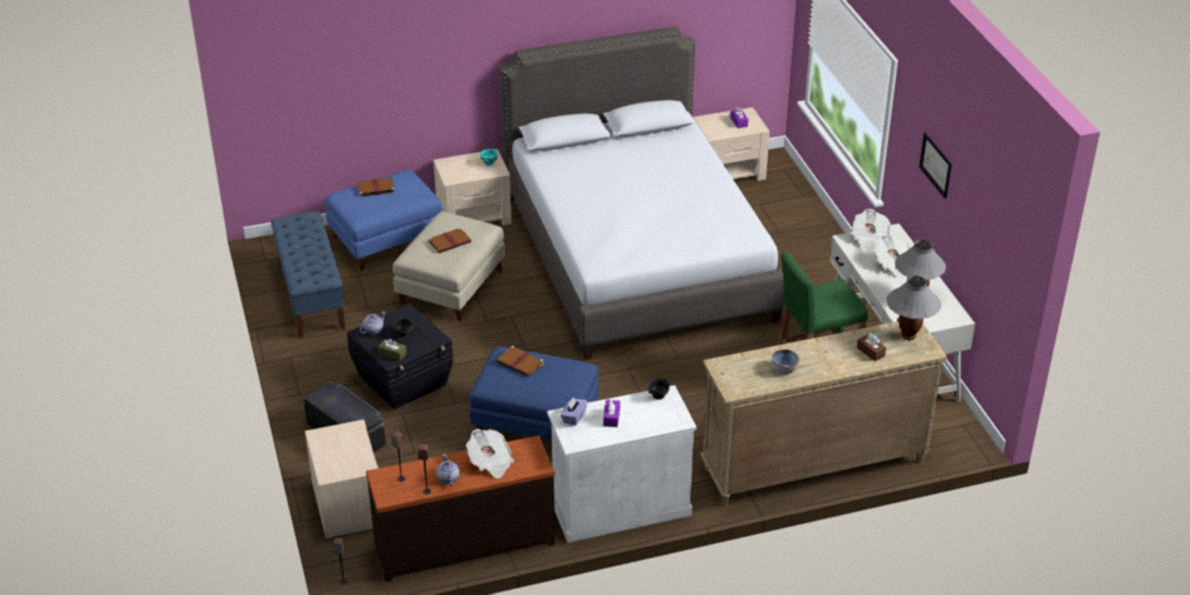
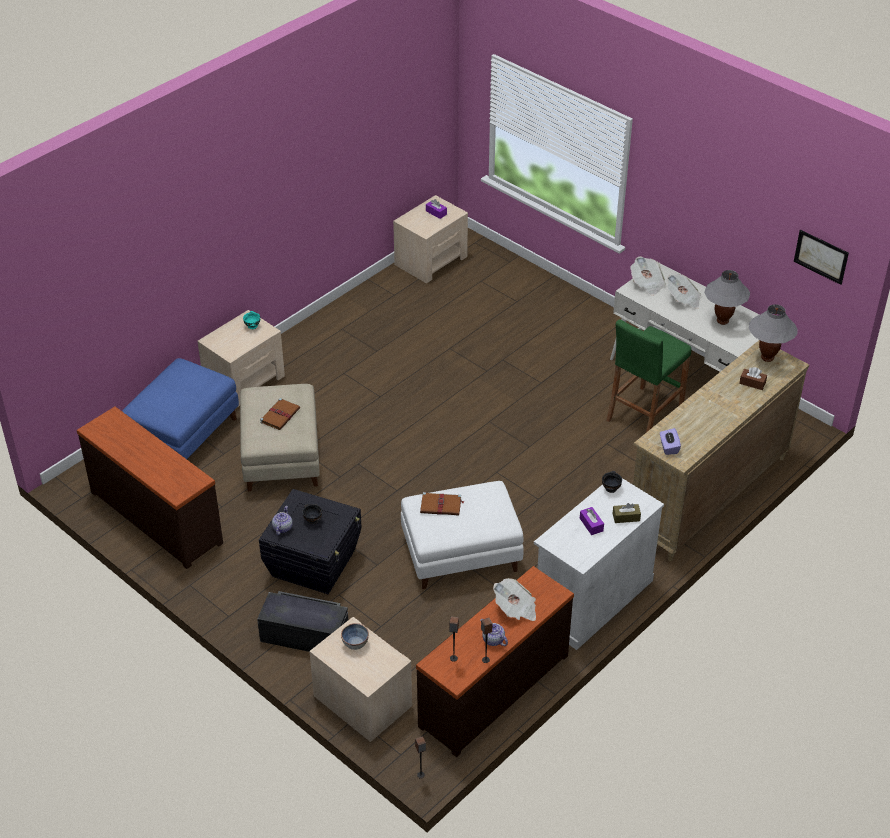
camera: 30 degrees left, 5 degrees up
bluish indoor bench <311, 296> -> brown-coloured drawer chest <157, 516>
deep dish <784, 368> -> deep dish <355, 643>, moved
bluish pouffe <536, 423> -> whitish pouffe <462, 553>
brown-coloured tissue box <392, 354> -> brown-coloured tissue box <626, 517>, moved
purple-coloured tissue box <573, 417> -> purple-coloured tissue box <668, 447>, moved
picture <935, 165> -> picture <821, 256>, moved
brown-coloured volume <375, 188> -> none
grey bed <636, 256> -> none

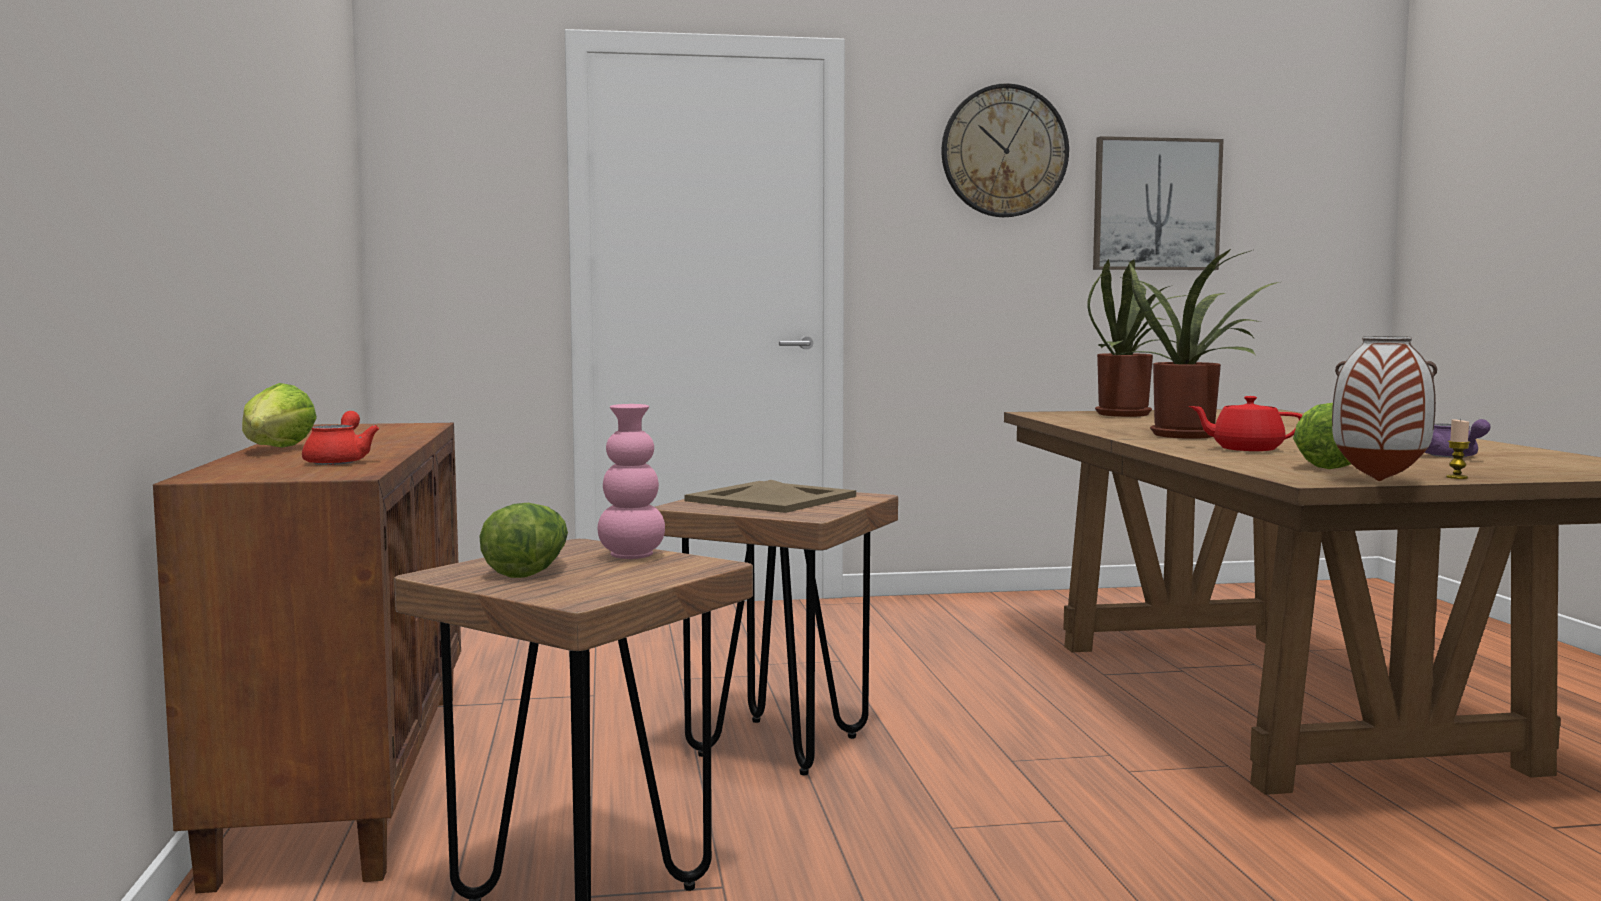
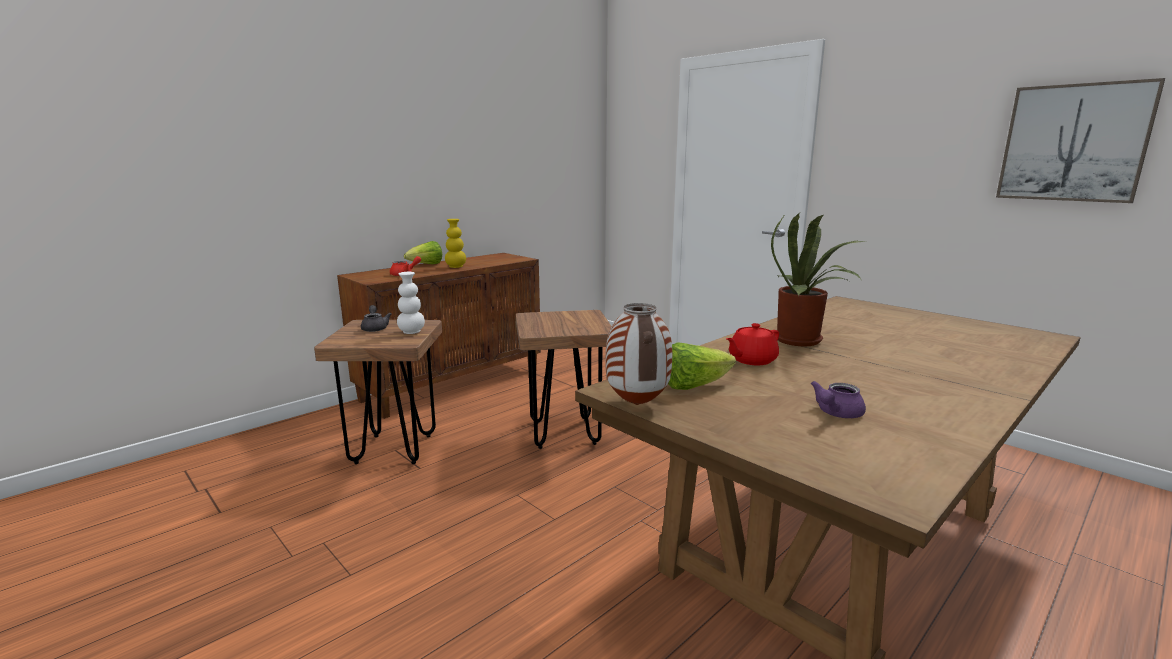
camera: 55 degrees right, 10 degrees up
head of lettuce <528, 570> -> grey teapot <375, 328>
pink-coloured decorative vase <631, 556> -> whitish decorative vase <411, 332>
none -> yellowish decorative vase <456, 267>
red teapot <1246, 449> -> red teapot <751, 360>, 105 degrees counterclockwise
beige-coloured carrying tray <769, 499> -> none
wall clock <1004, 151> -> none
plant in a pot <1129, 415> -> none
wax candle <1456, 477> -> none

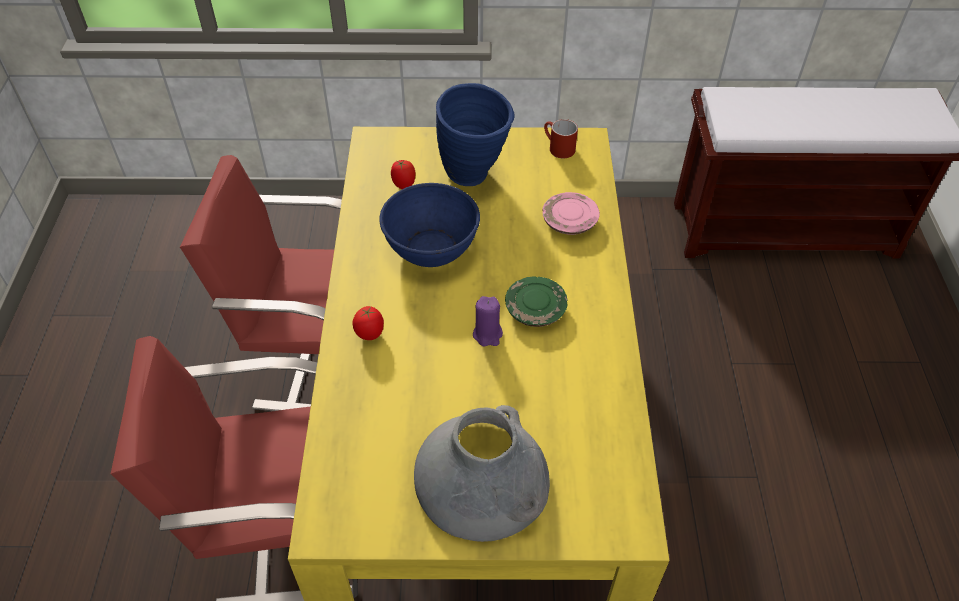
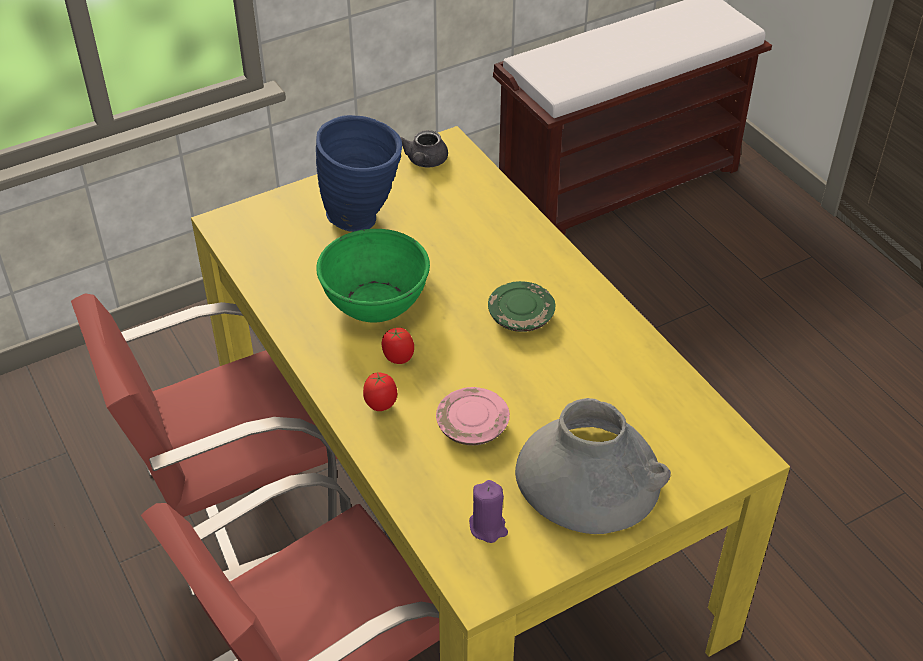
camera: 30 degrees left, 5 degrees down
bluish deep dish <431, 247> -> green deep dish <375, 302>
tomato <404, 185> -> tomato <398, 358>, moved
red coffee mug <557, 148> -> grey teapot <424, 162>
pink-coloured flat dish <569, 221> -> pink-coloured flat dish <472, 426>, moved
purple-coloured wax candle <487, 334> -> purple-coloured wax candle <488, 527>, moved

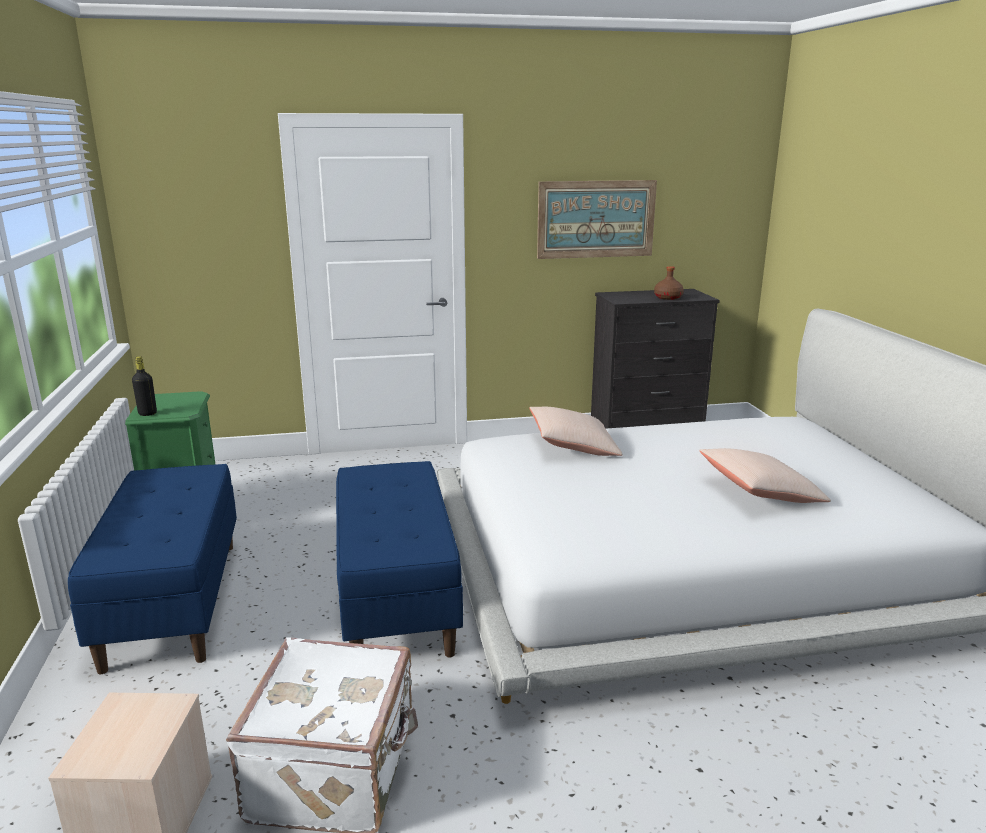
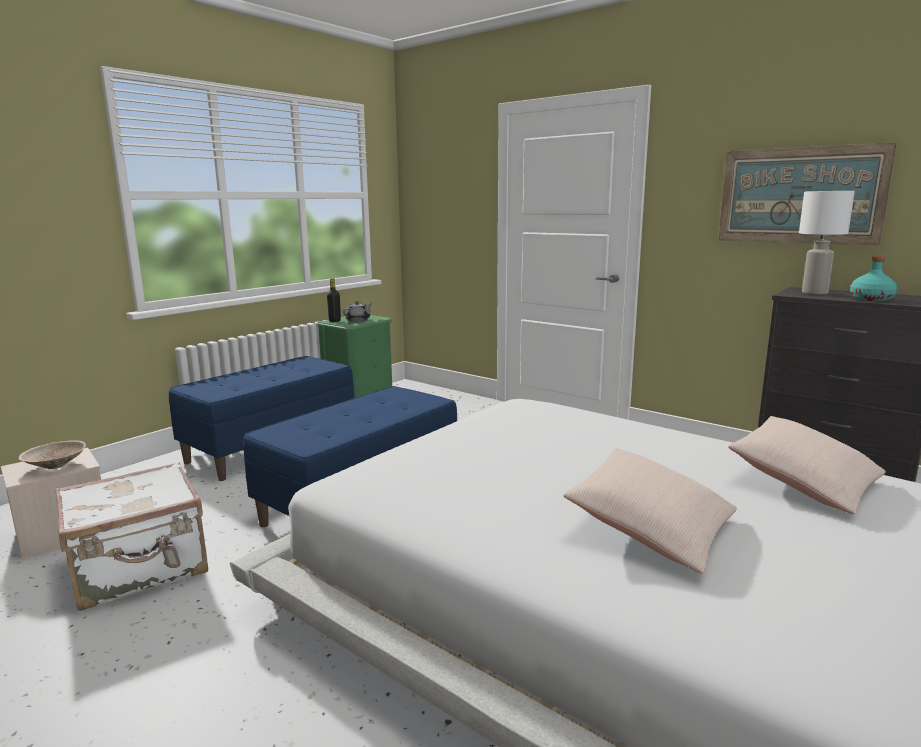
camera: 50 degrees right, 5 degrees down
none -> beige-coloured deep dish <55, 465>
none -> grey teapot <358, 320>
beige-coloured cushion <573, 446> -> beige-coloured cushion <804, 482>, moved
none -> whitish tabletop lamp <815, 293>
brown-coloured bottle <668, 297> -> blue-green bottle <871, 299>

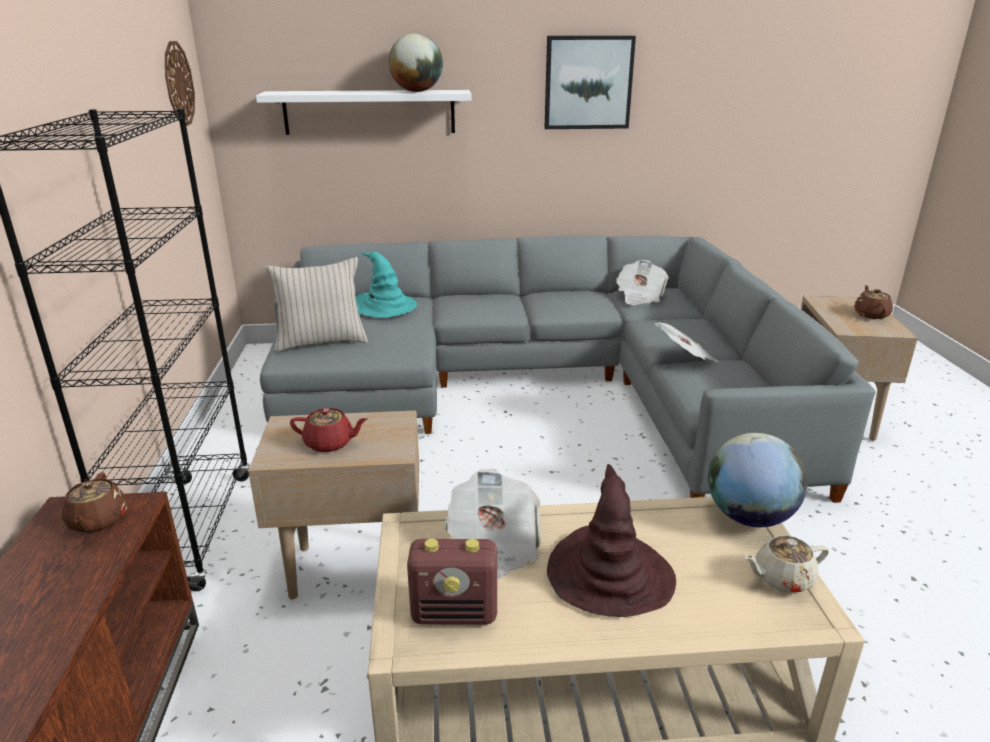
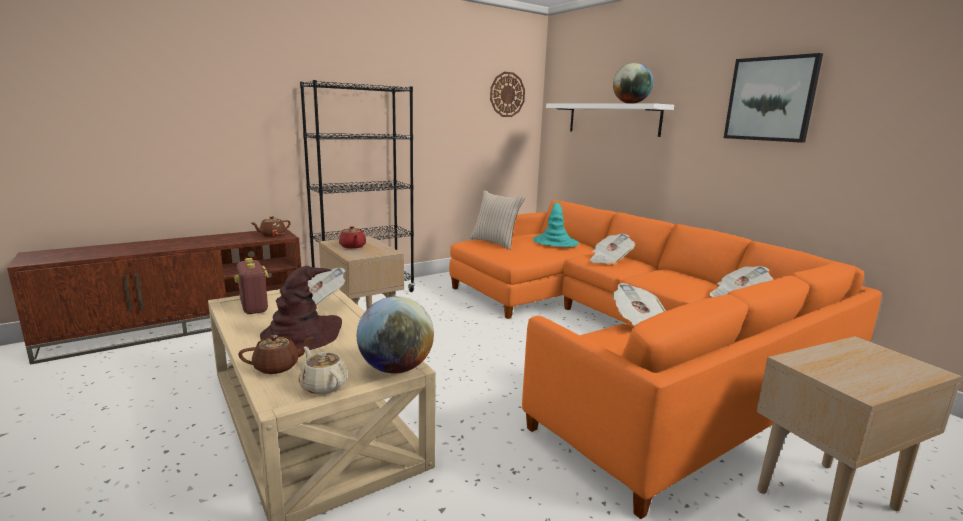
camera: 60 degrees right, 10 degrees down
brown-coloured teapot <871, 314> -> brown-coloured teapot <277, 367>, moved
grey couch <542, 386> -> orange-coloured couch <620, 337>
none -> newspaper <609, 260>

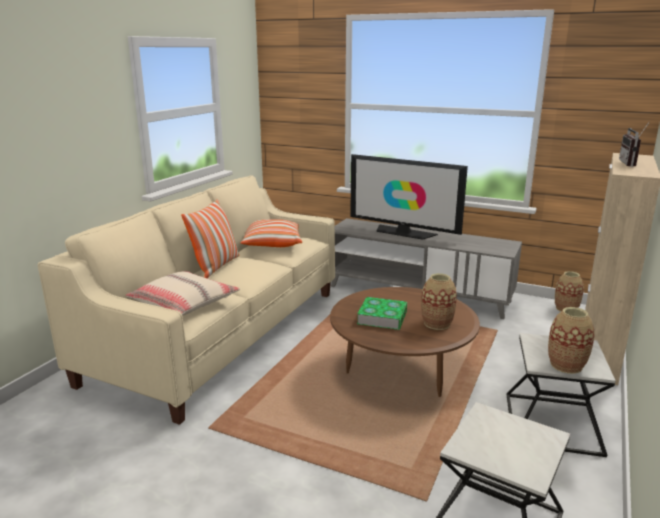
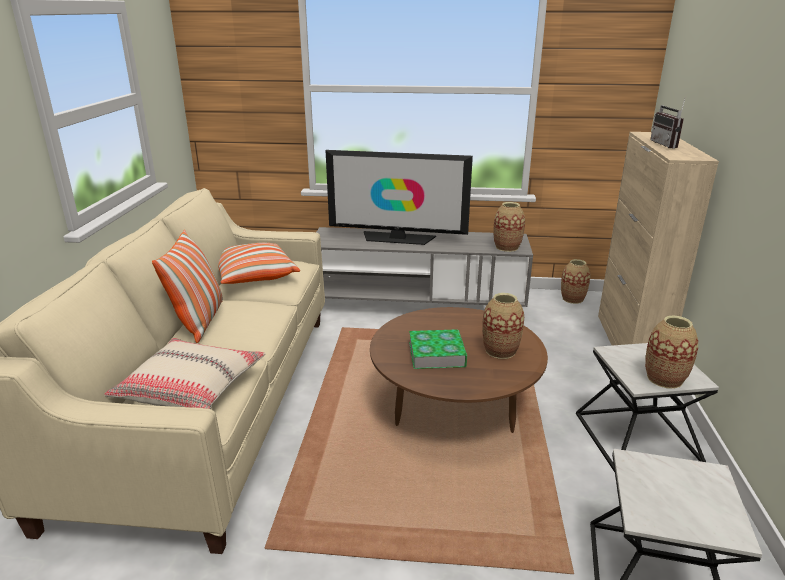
camera: 20 degrees left, 5 degrees up
none -> decorative vase <507, 247>

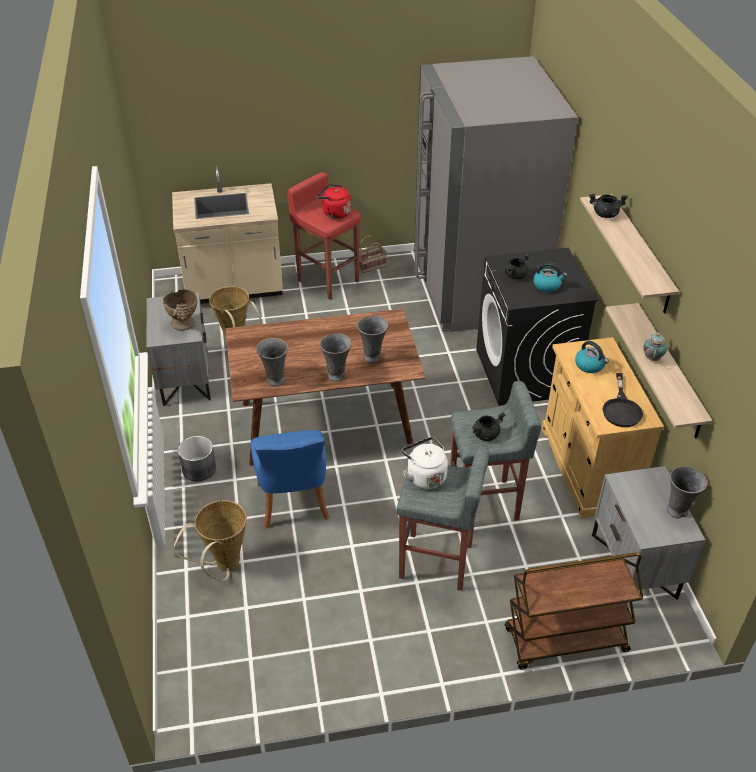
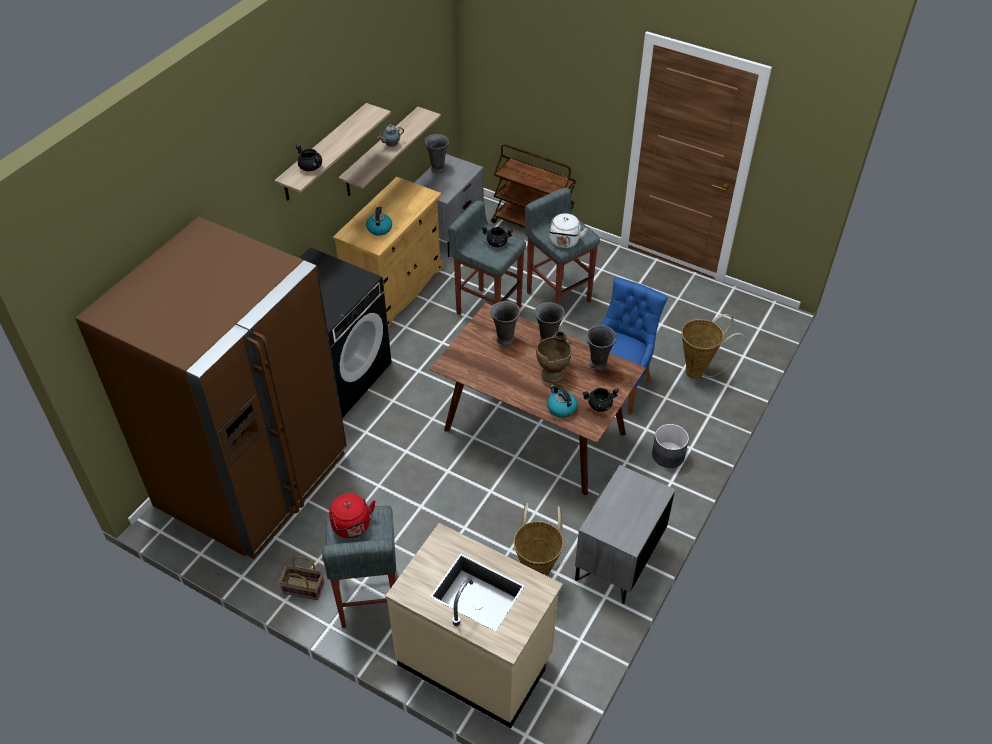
camera: 140 degrees left, 5 degrees up
grey fridge <477, 290> -> brown-coloured fridge <252, 480>
red stool <328, 280> -> grey stool <368, 599>
beige-coloured decorative vase <184, 326> -> beige-coloured decorative vase <553, 370>, moved
tea kettle <547, 285> -> tea kettle <561, 408>, moved
blackish saucepot <515, 275> -> blackish saucepot <599, 405>, moved
blackish pan <621, 409> -> none

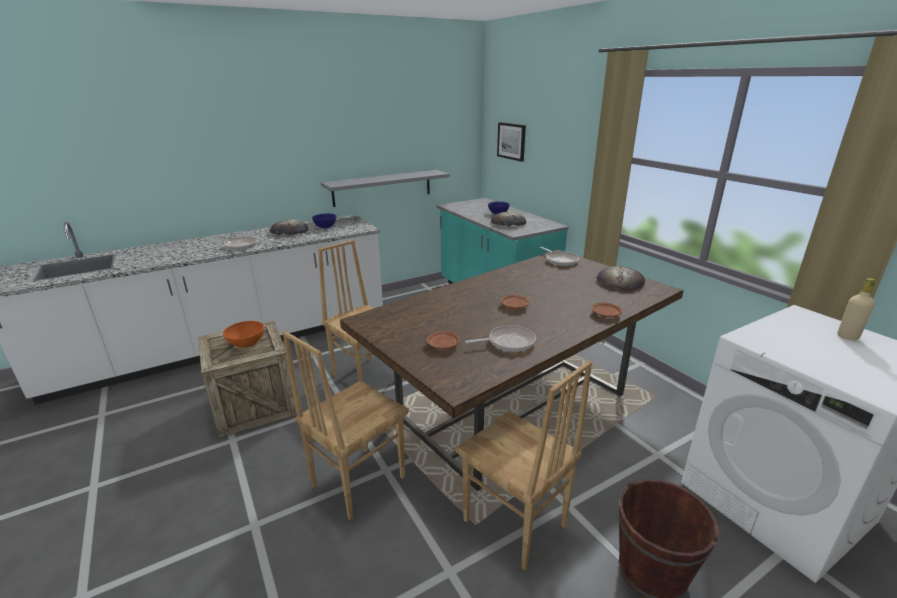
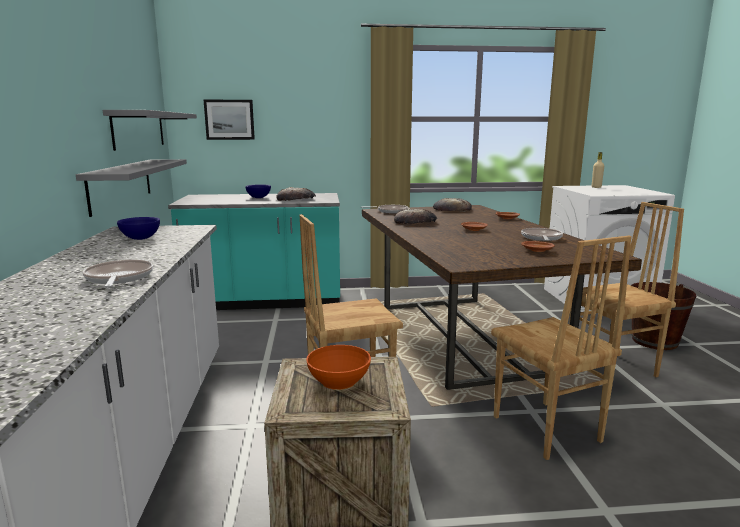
camera: 65 degrees left, 10 degrees down
none -> grey bracket shelf <139, 129>
bakery bread <289, 232> -> bakery bread <415, 222>, moved

